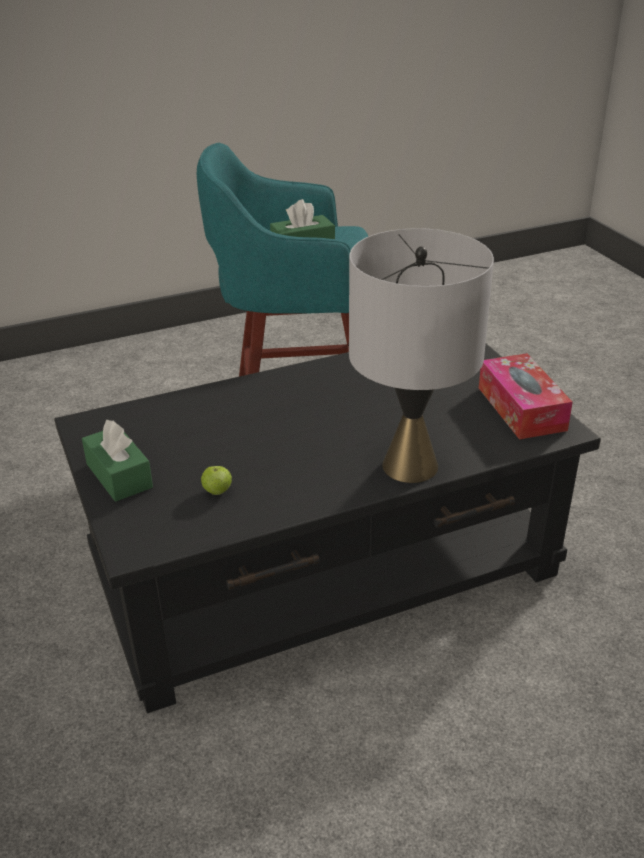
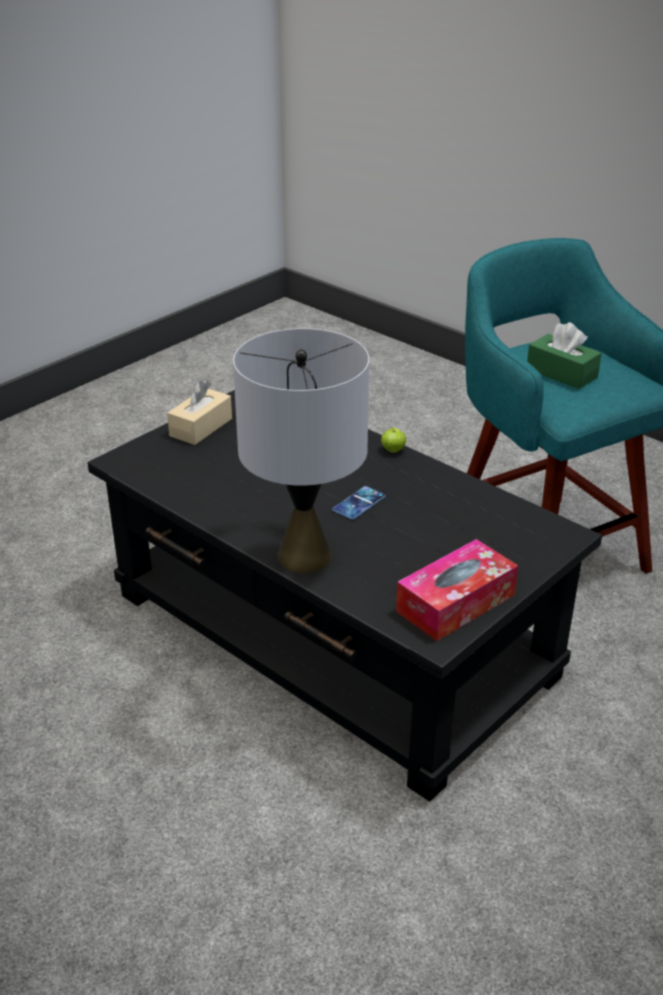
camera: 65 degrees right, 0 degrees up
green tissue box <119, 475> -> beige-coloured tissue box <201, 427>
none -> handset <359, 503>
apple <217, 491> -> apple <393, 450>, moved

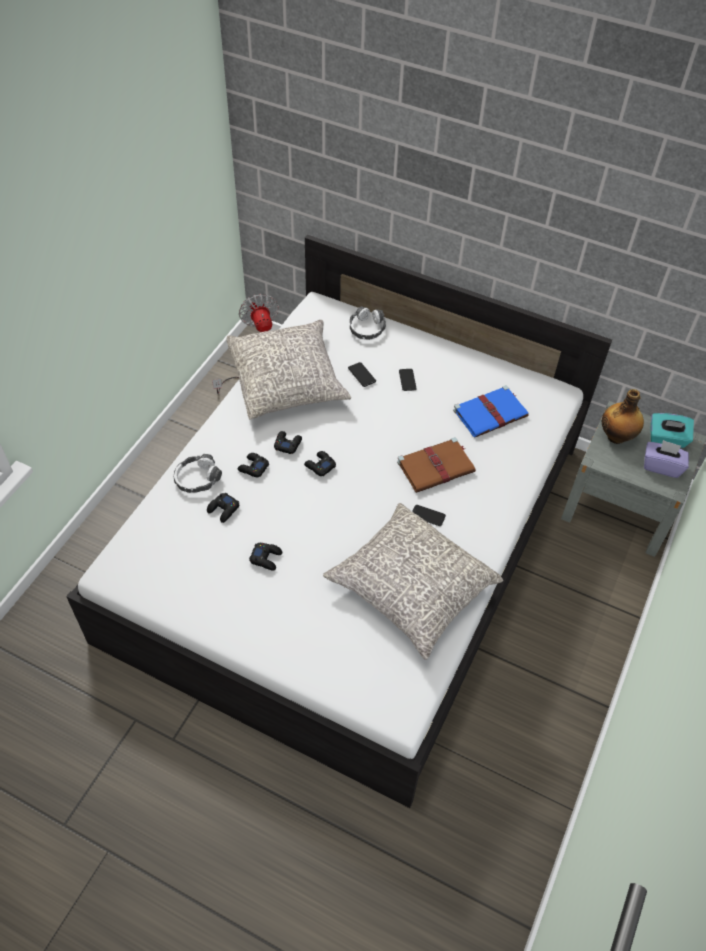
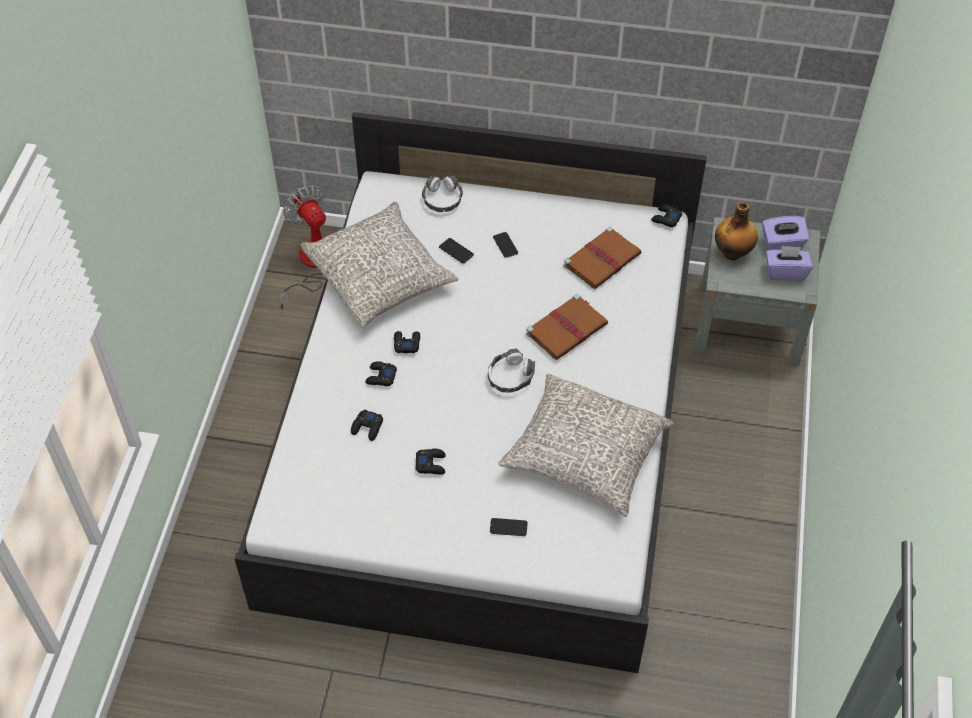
camera: 15 degrees left, 0 degrees up
headset <197, 478> -> headset <510, 376>, moved
handset <428, 516> -> handset <508, 527>, moved
bluish volume <491, 413> -> brown-coloured volume <603, 259>
blackish game controller <320, 466> -> blackish game controller <666, 218>, moved
blue-green tissue box <666, 439> -> purple-coloured tissue box <782, 243>

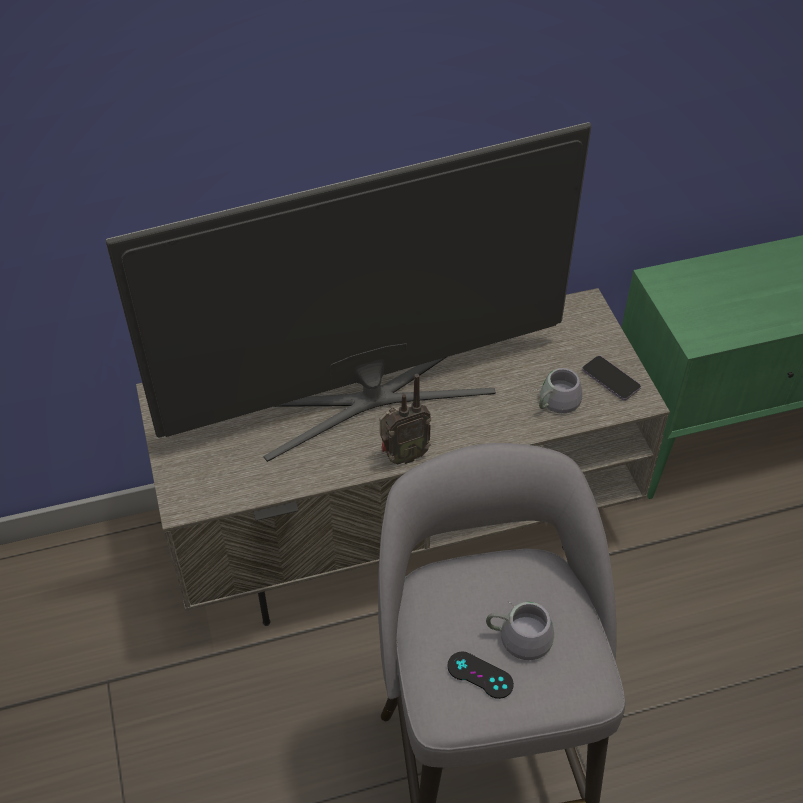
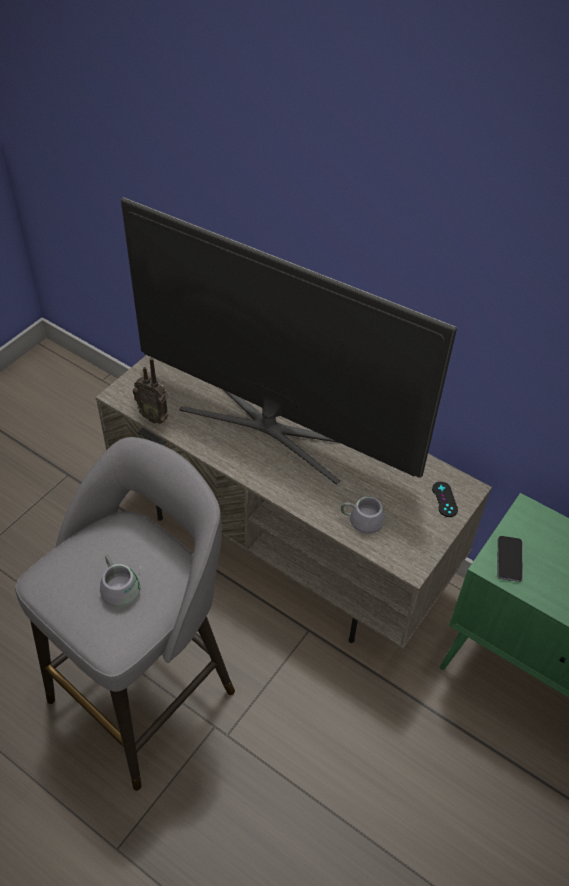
camera: 50 degrees right, 0 degrees up
radio set <403, 456> -> radio set <154, 416>, moved
blackish game controller <480, 675> -> blackish game controller <444, 499>, moved
handset <611, 379> -> handset <509, 559>, moved

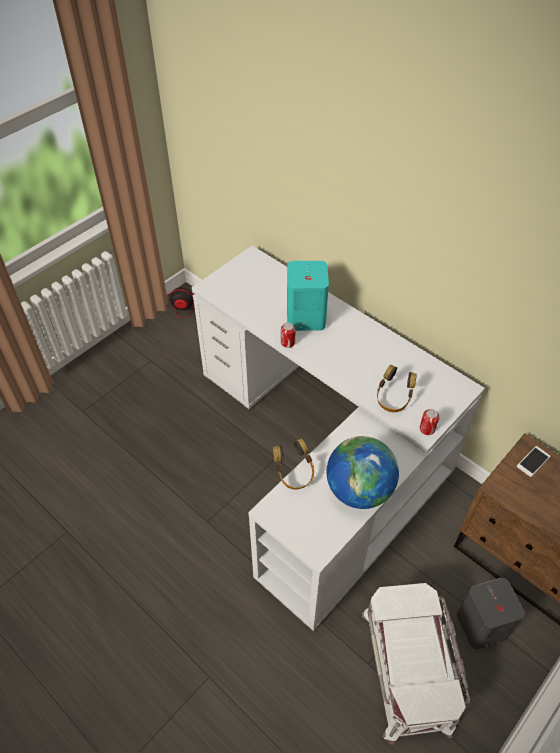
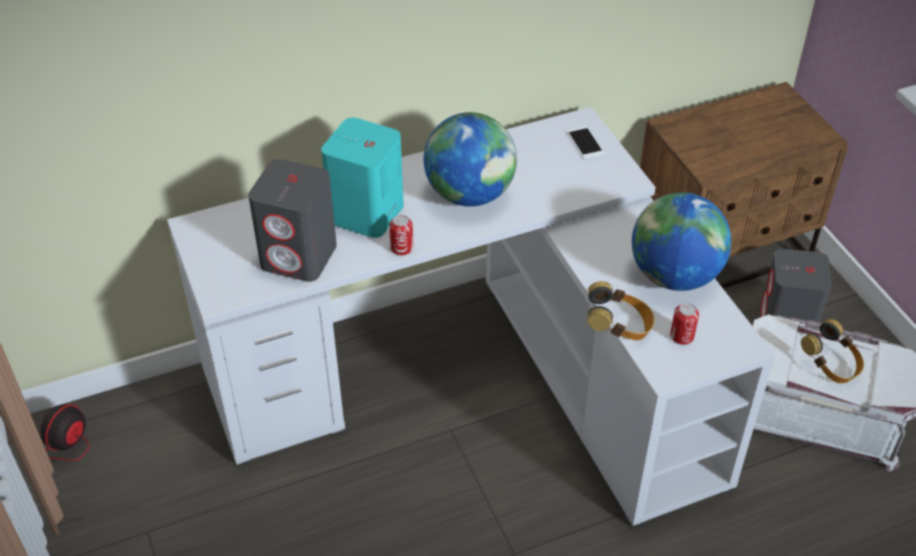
camera: 65 degrees left, 5 degrees down
none -> grey loudspeaker <299, 256>
none -> desk globe <470, 194>
handset <533, 461> -> handset <585, 143>, moved
metal can <427, 429> -> metal can <682, 336>, moved
headset <393, 398> -> headset <831, 366>, moved

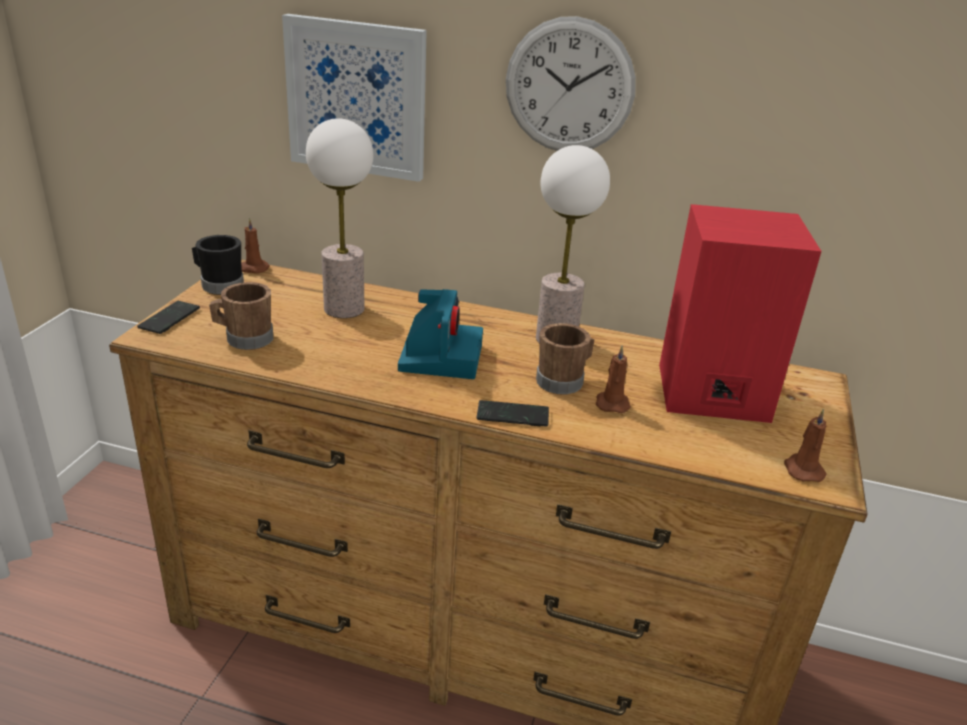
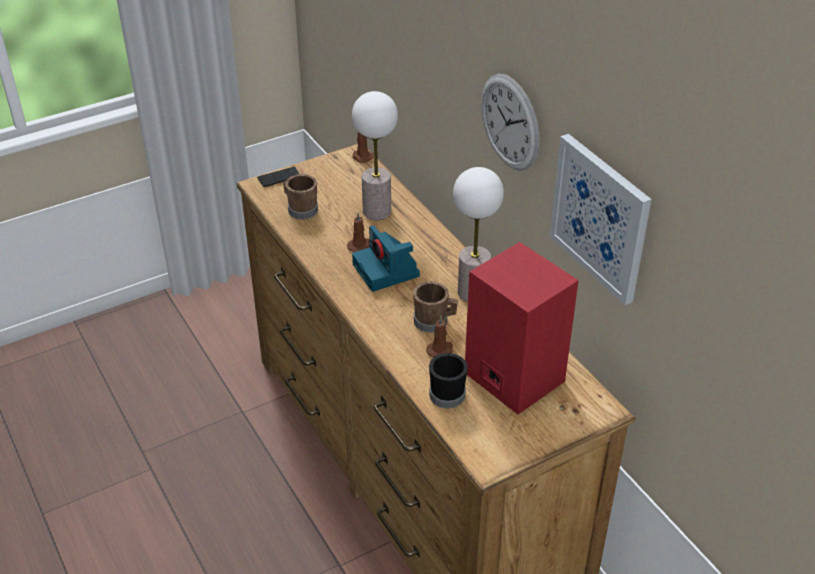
camera: 45 degrees right, 10 degrees up
brown-coloured wax candle <802, 469> -> brown-coloured wax candle <360, 246>, moved
still camera <440, 356> -> still camera <387, 271>, 105 degrees clockwise
blackish coffee mug <219, 285> -> blackish coffee mug <445, 392>, moved
picture <357, 98> -> picture <600, 217>, moved
handset <512, 415> -> none

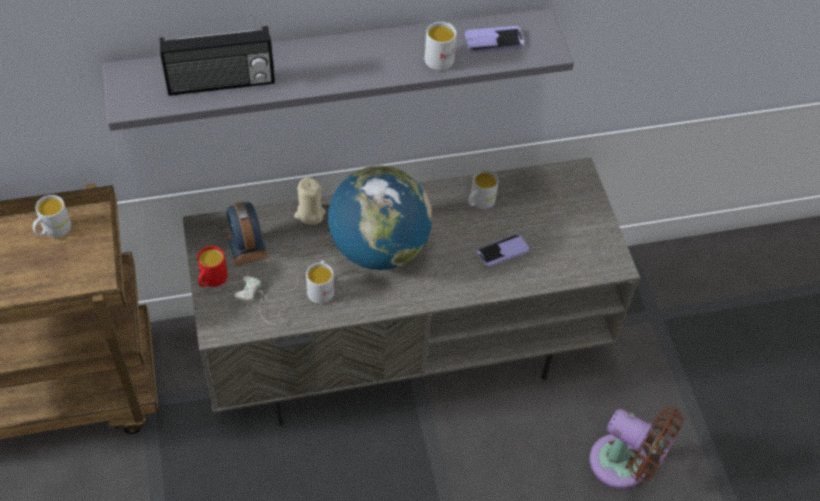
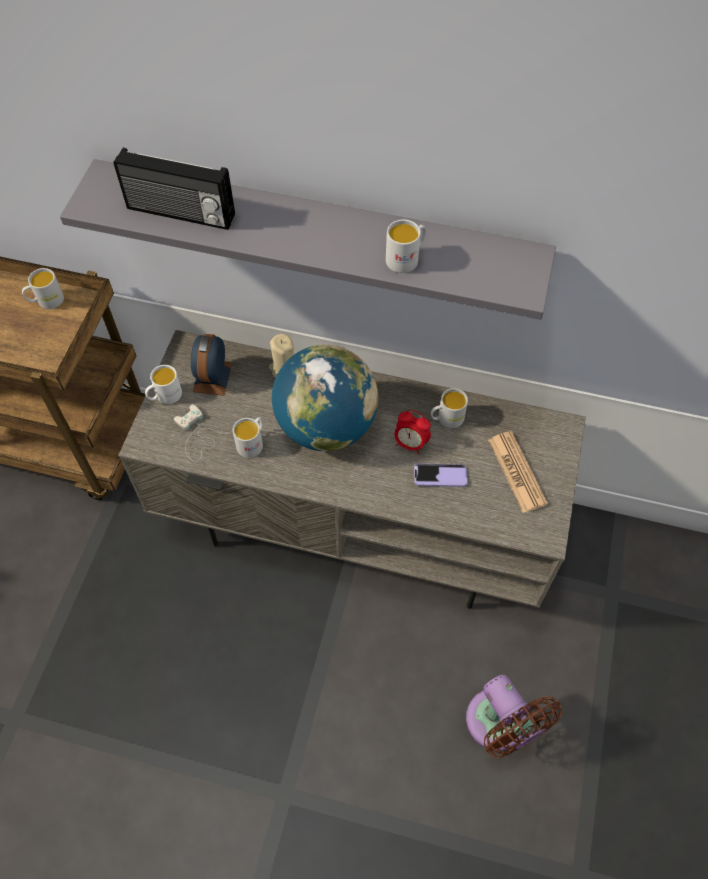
camera: 30 degrees right, 5 degrees up
red coffee mug <211, 280> -> whitish coffee mug <165, 396>
none -> alarm clock <410, 444>
none -> newspaper <517, 472>
handset <494, 41> -> none

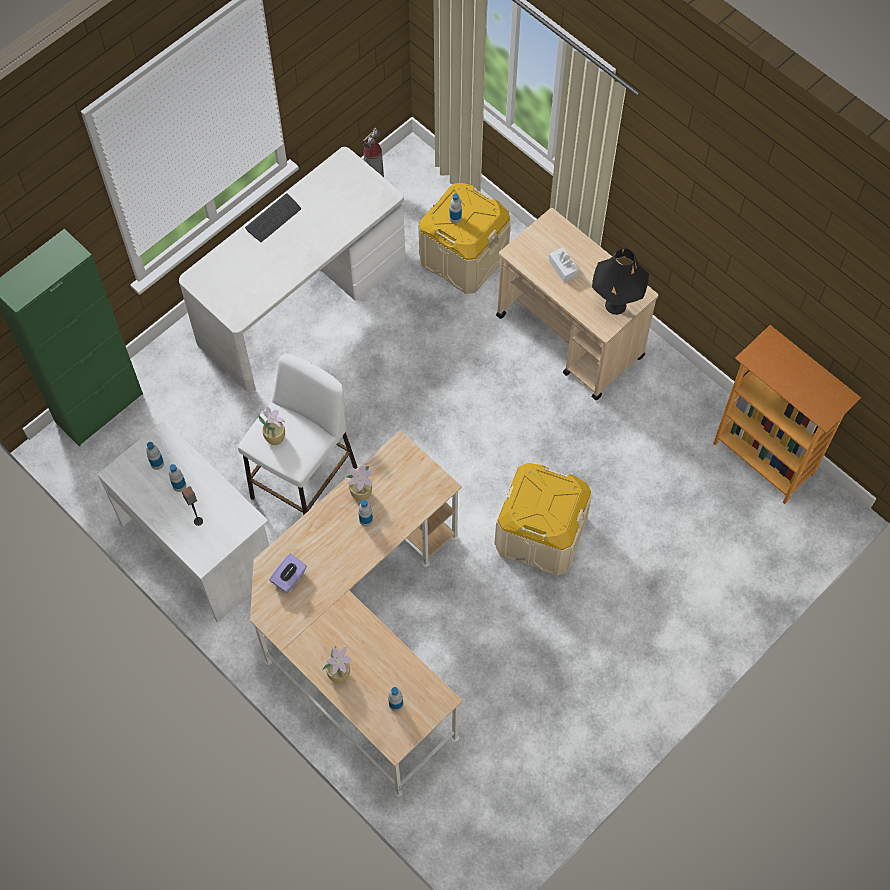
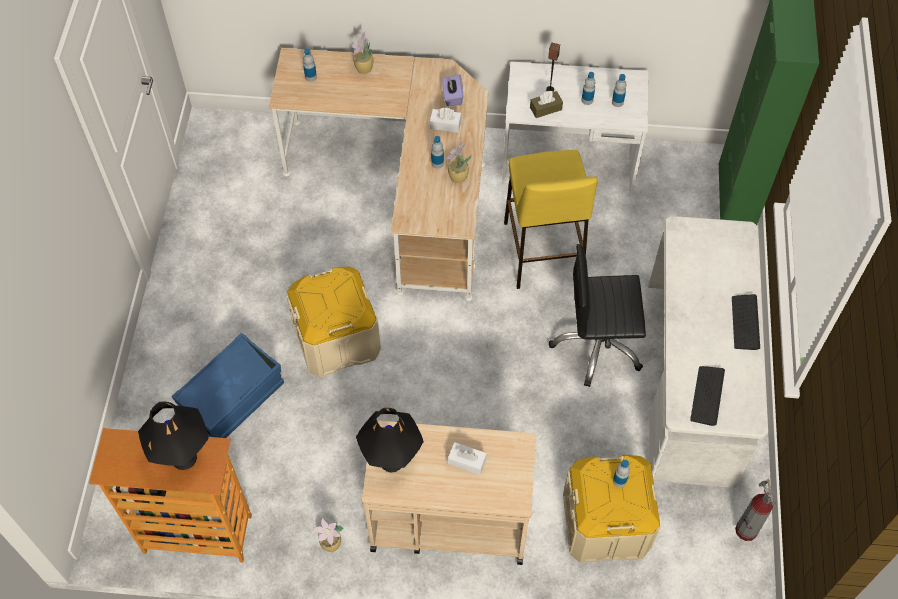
camera: 140 degrees right, 5 degrees down
none -> blackish tabletop lamp <184, 458>
none -> bluish storage box <232, 399>
plant in a pot <275, 436> -> plant in a pot <331, 544>, moved
none -> whitish tissue box <445, 124>
whitish stool <304, 481> -> yellowish stool <543, 252>
none -> brown-coloured tissue box <545, 108>
none -> blackish desk chair <597, 345>
none -> PC keyboard <707, 396>

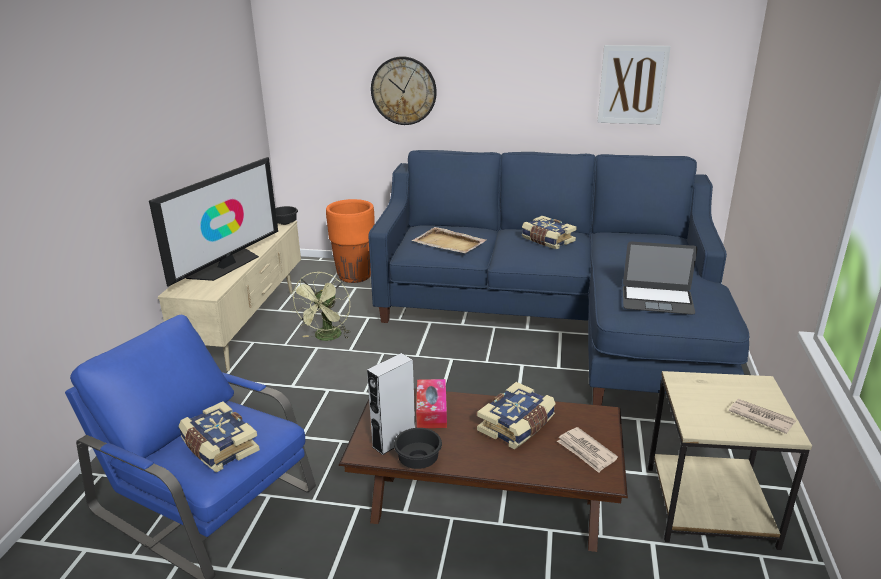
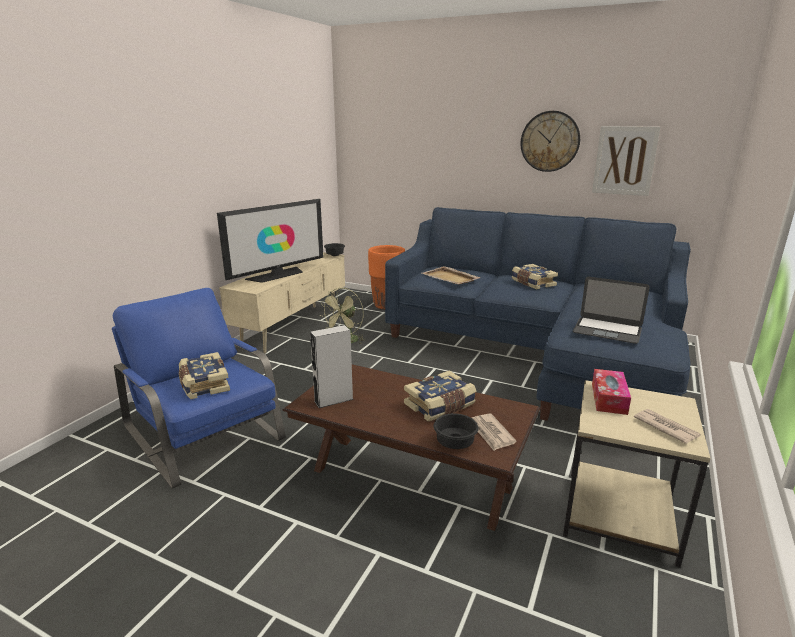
camera: 15 degrees right, 5 degrees down
blackish deep dish <419, 459> -> blackish deep dish <456, 443>, moved
wall clock <403, 91> -> wall clock <550, 141>, moved
tissue box <431, 410> -> tissue box <609, 398>, moved

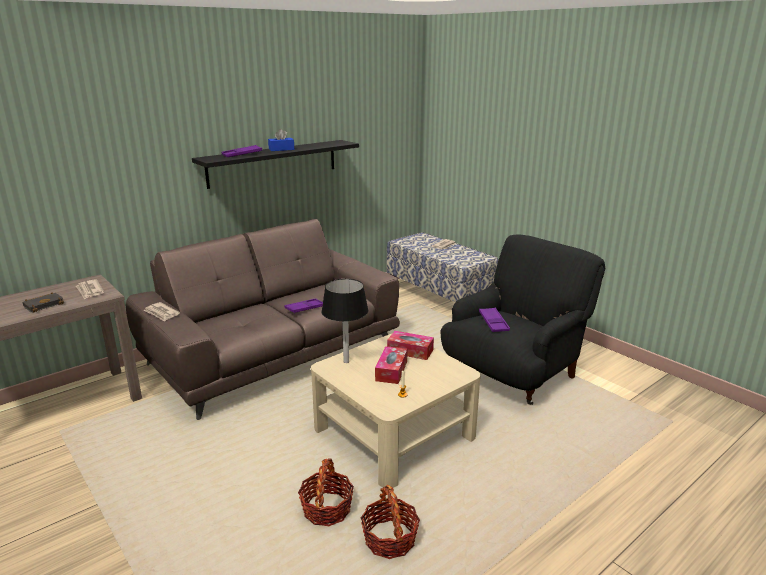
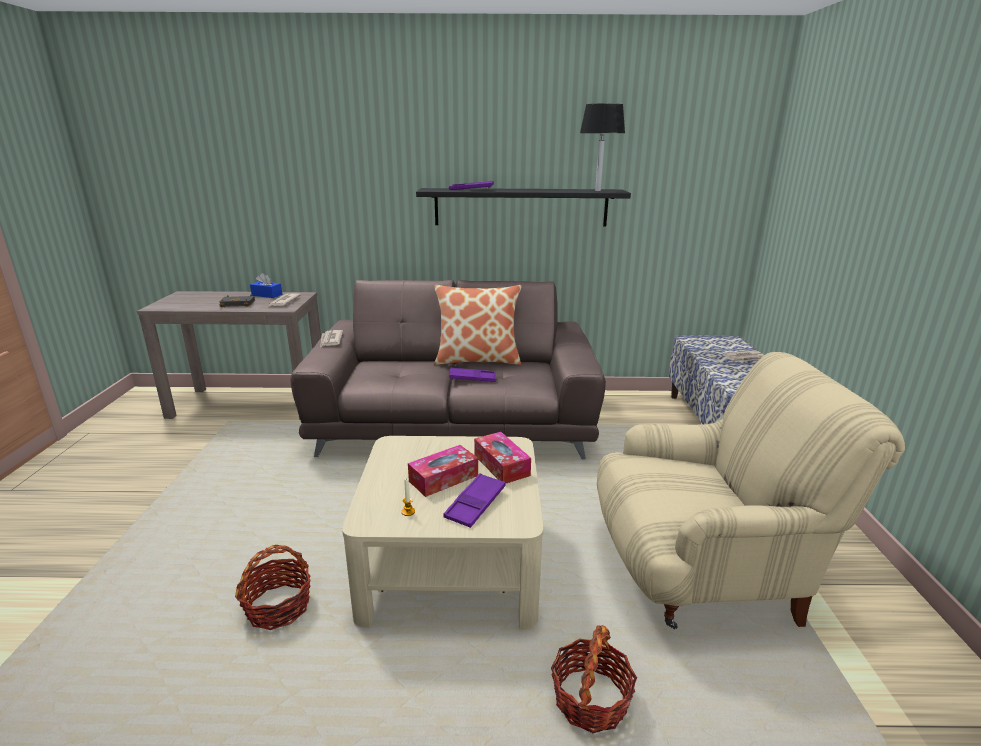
camera: 40 degrees right, 0 degrees up
bluish tissue box <281, 149> -> bluish tissue box <267, 295>, moved
none -> cushion <477, 360>
purple-coloured carrying tray <493, 323> -> purple-coloured carrying tray <475, 504>, moved
basket <390, 539> -> basket <590, 700>, moved
blackish tabletop lamp <346, 361> -> blackish tabletop lamp <598, 191>, moved
blackish easy chair <513, 374> -> beige-coloured easy chair <703, 571>

